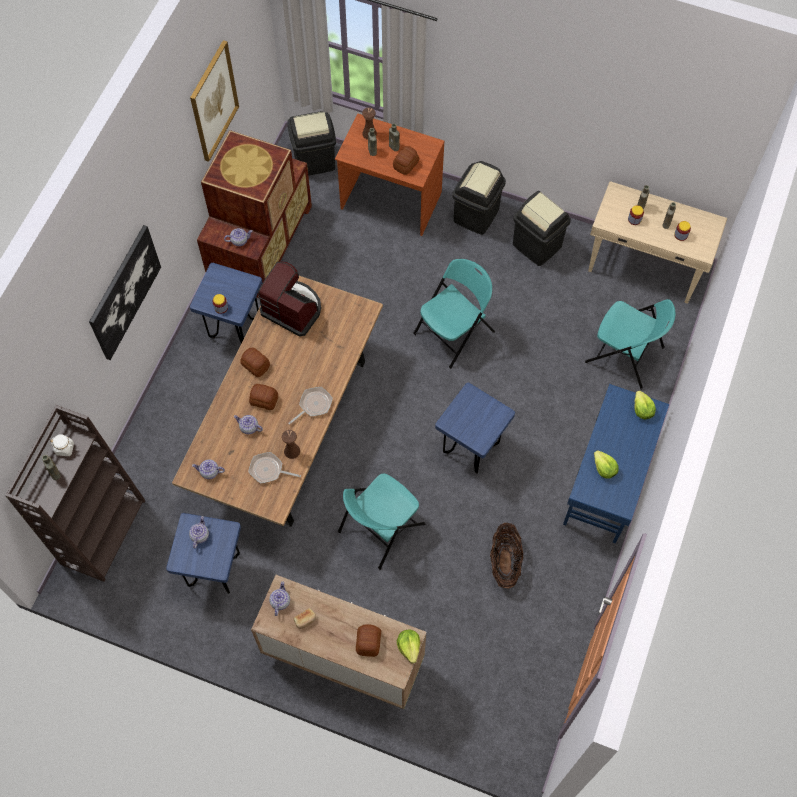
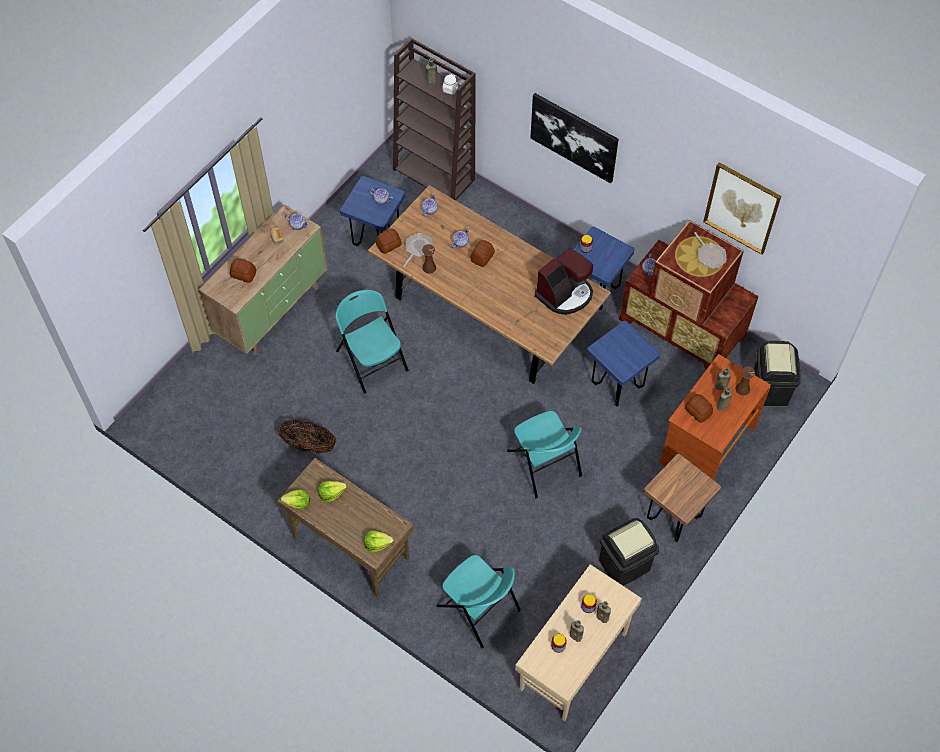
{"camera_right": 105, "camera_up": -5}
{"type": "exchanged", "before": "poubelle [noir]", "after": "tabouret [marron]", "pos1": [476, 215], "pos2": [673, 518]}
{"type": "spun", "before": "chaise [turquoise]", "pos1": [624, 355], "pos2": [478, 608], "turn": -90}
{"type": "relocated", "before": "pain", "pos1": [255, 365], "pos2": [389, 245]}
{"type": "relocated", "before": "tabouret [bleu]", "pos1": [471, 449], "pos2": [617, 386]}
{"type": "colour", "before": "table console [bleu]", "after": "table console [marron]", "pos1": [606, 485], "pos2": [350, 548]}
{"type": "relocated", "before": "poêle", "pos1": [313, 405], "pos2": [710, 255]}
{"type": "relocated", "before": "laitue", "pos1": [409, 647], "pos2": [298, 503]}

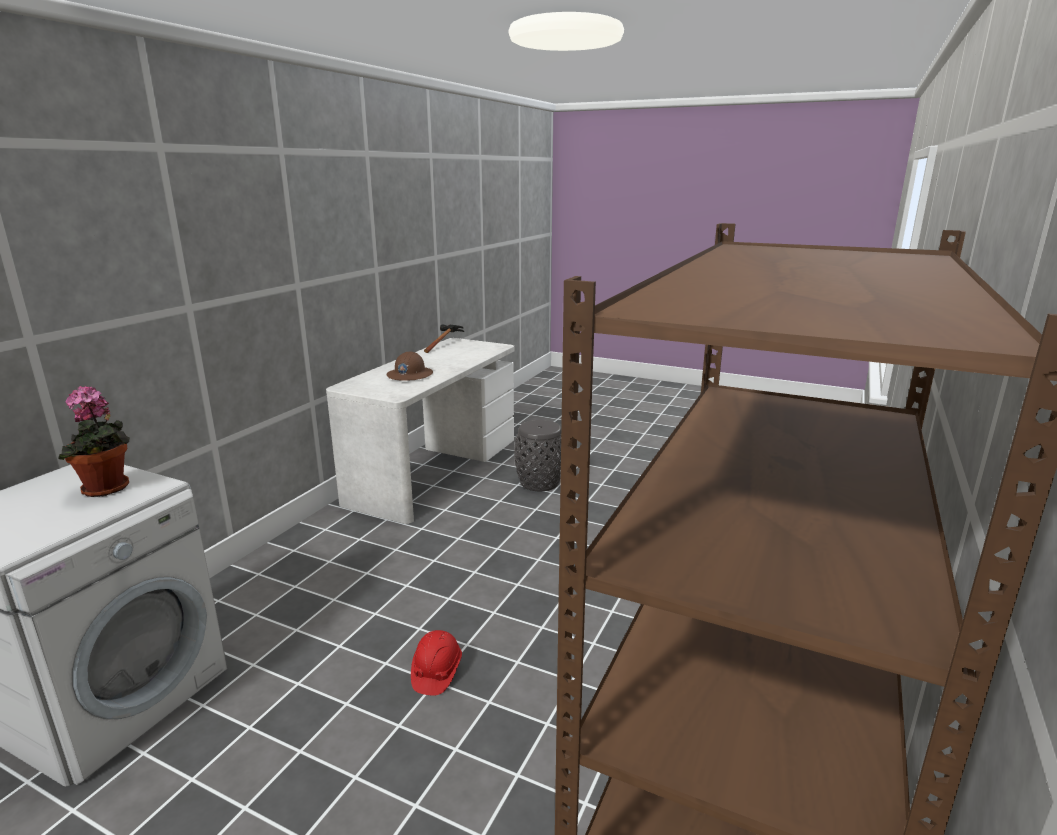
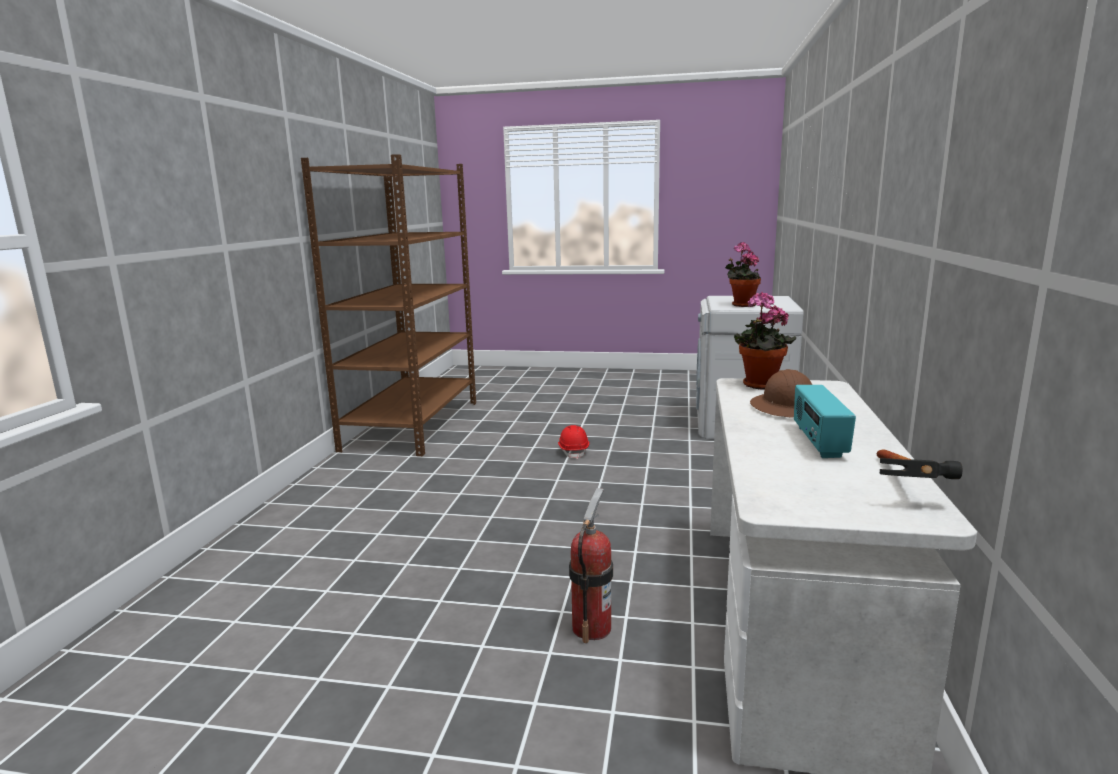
{"camera_right": 165, "camera_up": -5}
{"type": "exchanged", "before": "tabouret [gris]", "after": "extincteur", "pos1": [539, 483], "pos2": [591, 627]}
{"type": "appeared", "after": "plante en pot", "pos2": [759, 386]}
{"type": "appeared", "after": "radio", "pos2": [818, 442]}

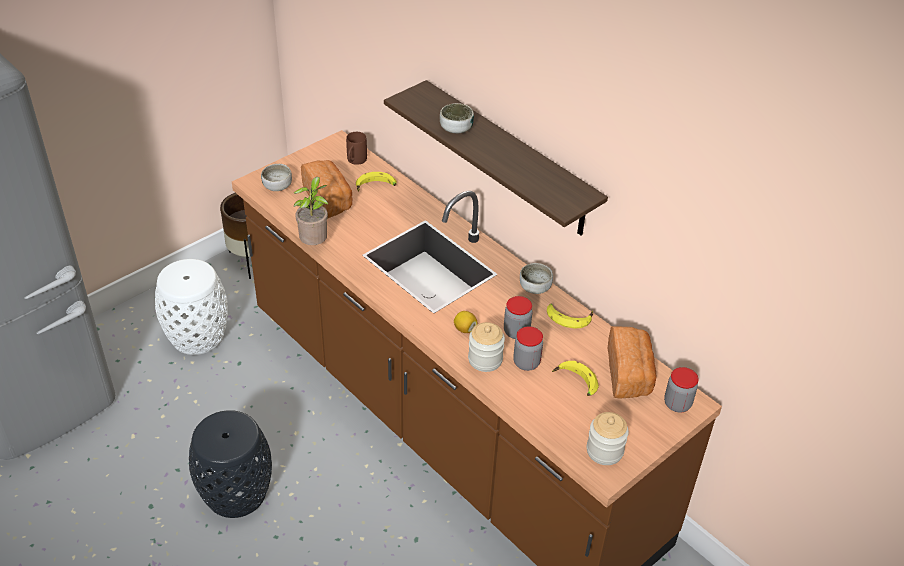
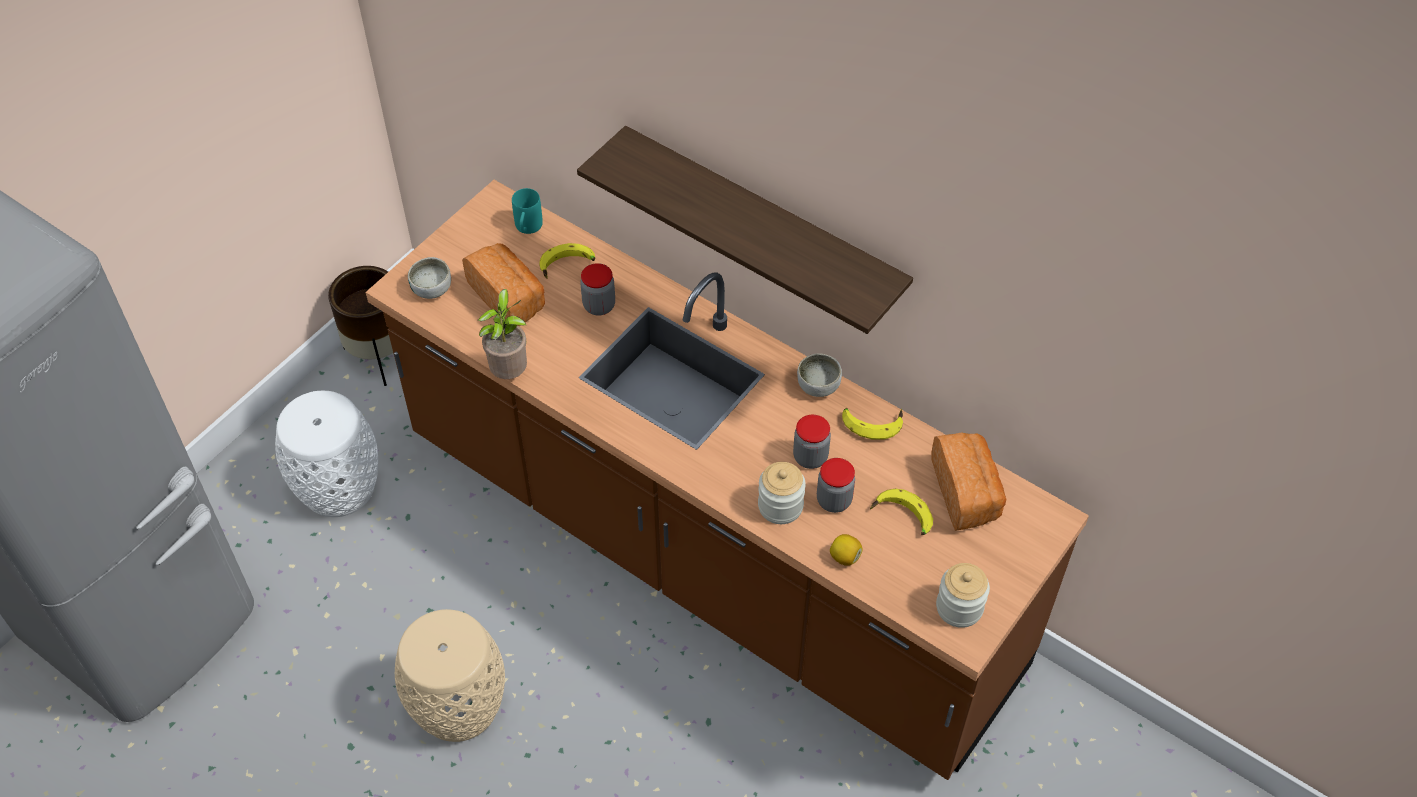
{"camera_right": -10, "camera_up": 10}
{"type": "missing", "before": "bol", "pos1": [456, 128]}
{"type": "colour", "before": "mug [marron]", "after": "mug [turquoise]", "pos1": [355, 161], "pos2": [527, 229]}
{"type": "relocated", "before": "citron", "pos1": [465, 329], "pos2": [845, 557]}
{"type": "relocated", "before": "bocal", "pos1": [677, 404], "pos2": [599, 306]}
{"type": "colour", "before": "tabouret [noir]", "after": "tabouret [beige]", "pos1": [236, 493], "pos2": [459, 705]}

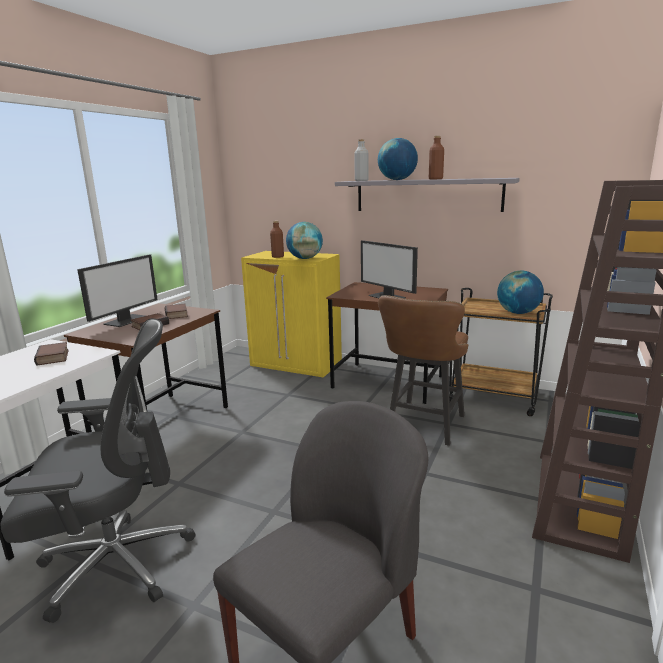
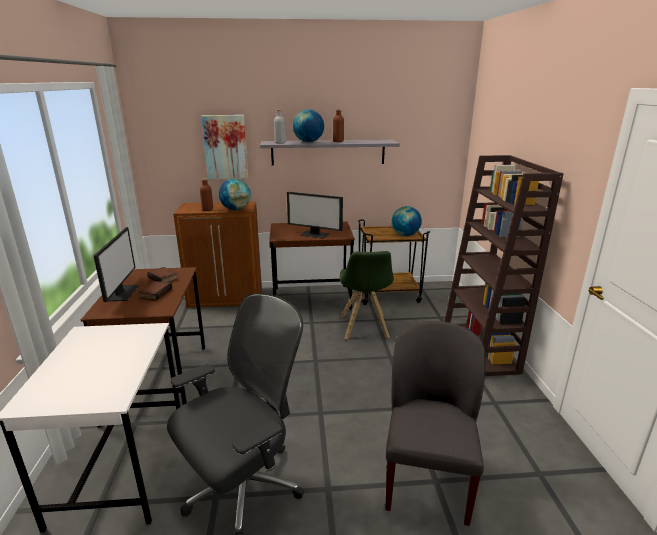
{"camera_right": -30, "camera_up": 5}
{"type": "colour", "before": "meuble de rangement [jaune]", "after": "meuble de rangement [marron]", "pos1": [296, 363], "pos2": [226, 297]}
{"type": "exchanged", "before": "tabouret [marron]", "after": "chaise [vert]", "pos1": [423, 428], "pos2": [364, 327]}
{"type": "missing", "before": "livre", "pos1": [54, 357]}
{"type": "appeared", "after": "tableau", "pos2": [225, 147]}

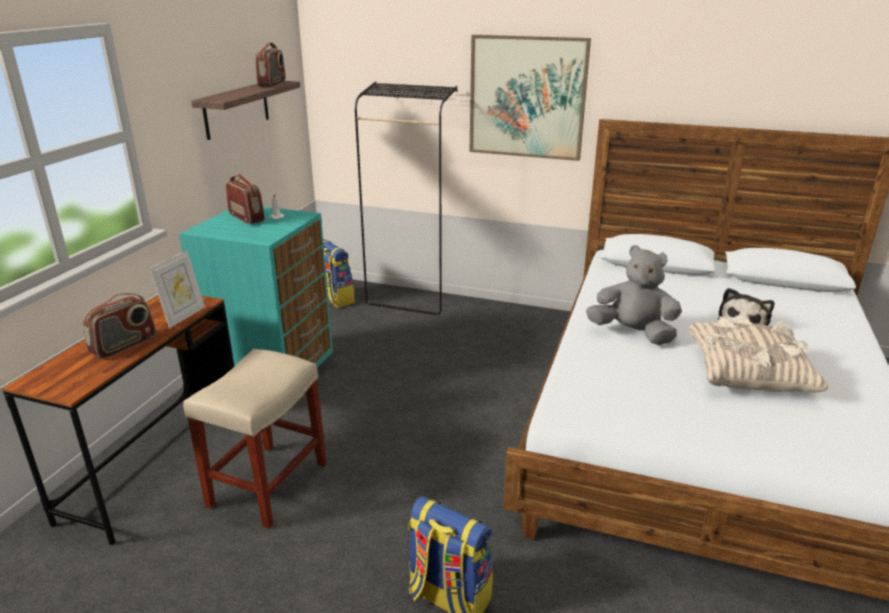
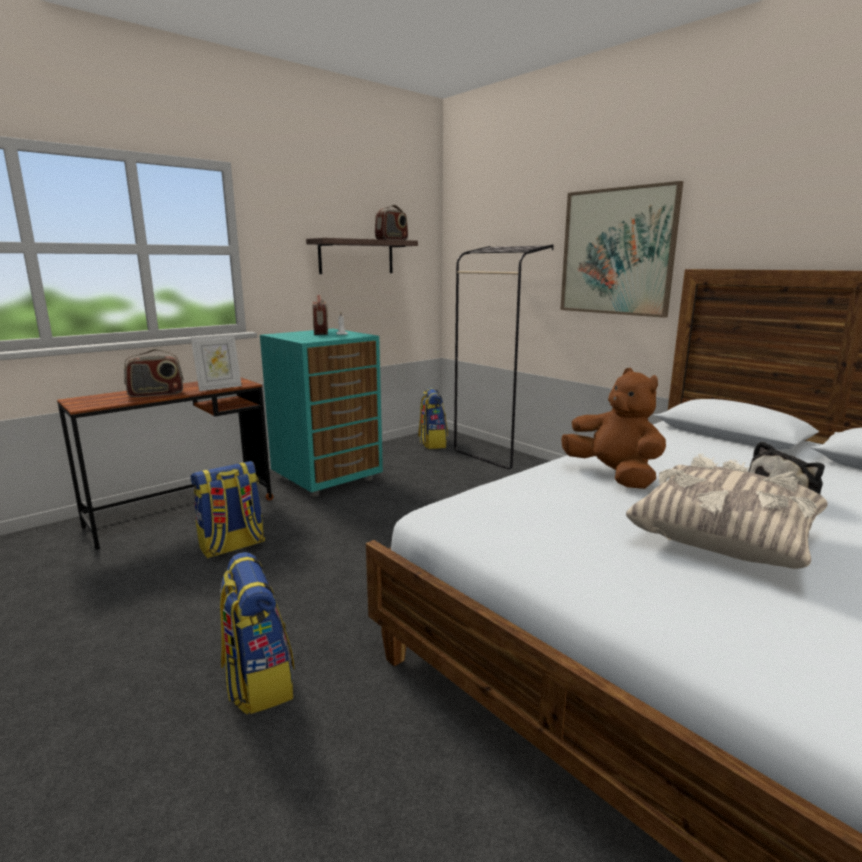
{"camera_right": 30, "camera_up": -10}
{"type": "colour", "before": "peluche [gris]", "after": "peluche [marron]", "pos1": [632, 333], "pos2": [613, 475]}
{"type": "exchanged", "before": "tabouret [beige]", "after": "sac à dos", "pos1": [267, 485], "pos2": [232, 546]}

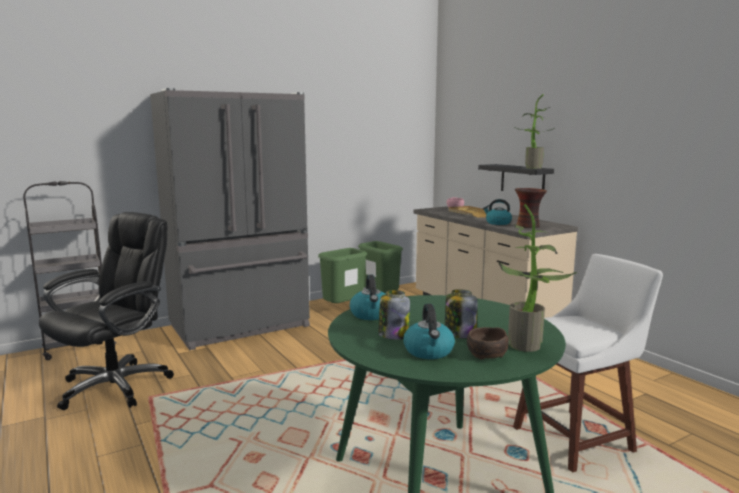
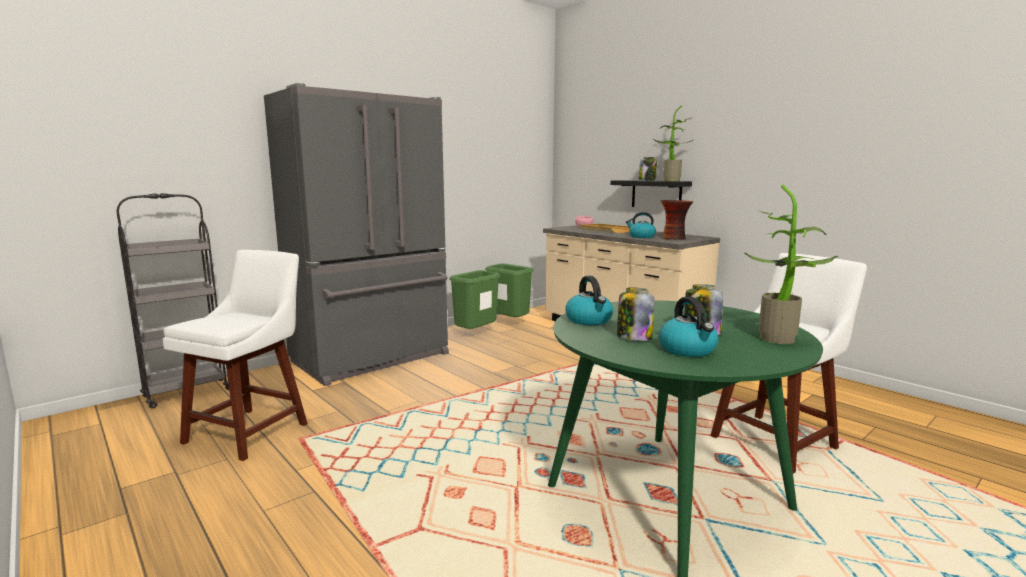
{"camera_right": -10, "camera_up": 0}
{"type": "exchanged", "before": "chaise de bureau [noir]", "after": "tabouret [blanc]", "pos1": [115, 386], "pos2": [251, 431]}
{"type": "missing", "before": "bol [marron]", "pos1": [486, 355]}
{"type": "appeared", "after": "bocal", "pos2": [647, 180]}

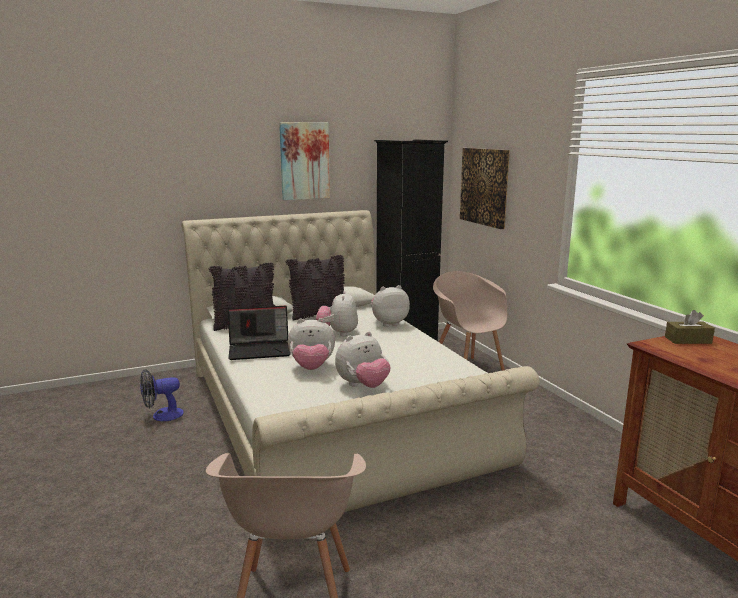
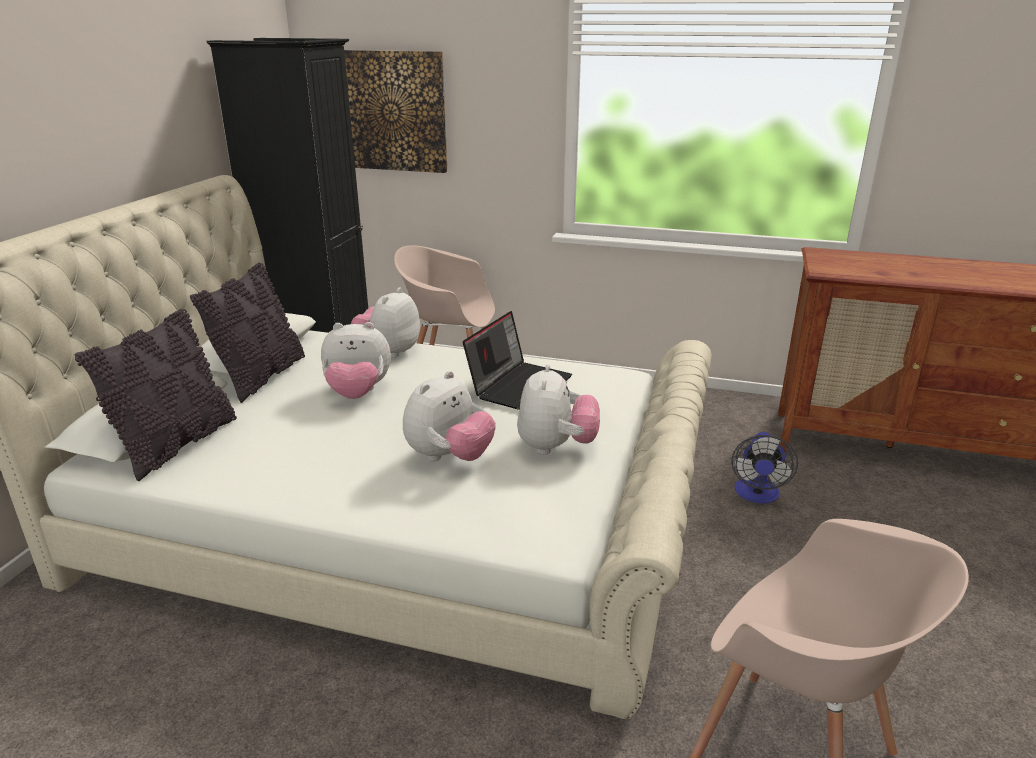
{"camera_right": -50, "camera_up": 10}
{"type": "missing", "before": "tableau", "pos1": [304, 161]}
{"type": "spun", "before": "peluche", "pos1": [338, 333], "pos2": [358, 393], "turn": -45}
{"type": "relocated", "before": "ordinateur portable", "pos1": [260, 349], "pos2": [519, 385]}
{"type": "missing", "before": "boîte à mouchoirs [marron]", "pos1": [688, 340]}
{"type": "relocated", "before": "ventilateur", "pos1": [162, 415], "pos2": [757, 495]}

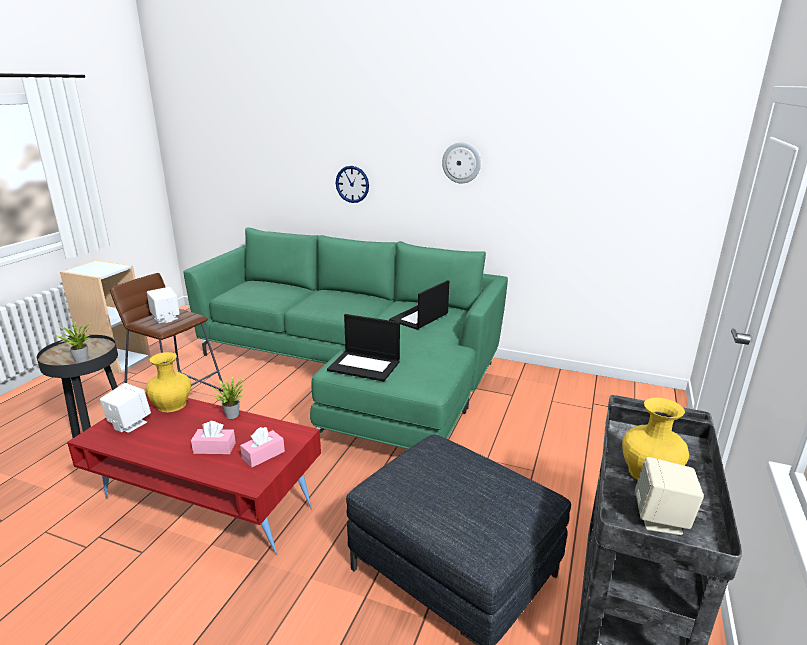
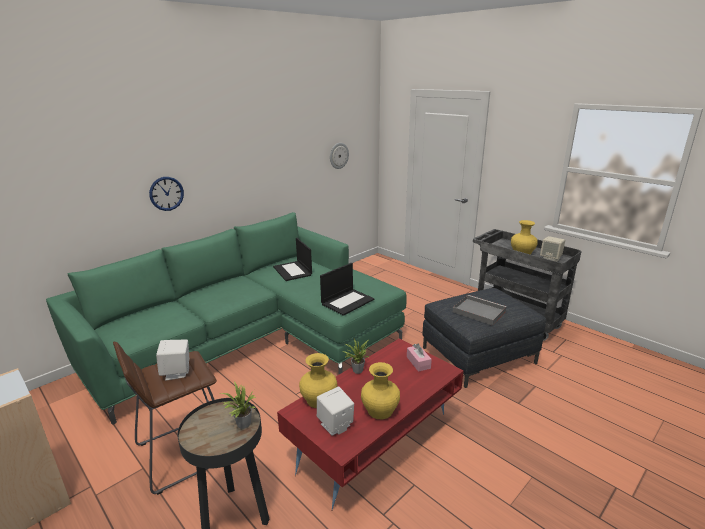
{"camera_right": -65, "camera_up": 0}
{"type": "relocated", "before": "horloge murale", "pos1": [461, 163], "pos2": [338, 155]}
{"type": "missing", "before": "boîte à mouchoirs [rose]", "pos1": [214, 448]}
{"type": "appeared", "after": "plateau [gris]", "pos2": [478, 311]}
{"type": "appeared", "after": "vase [jaune]", "pos2": [380, 410]}

